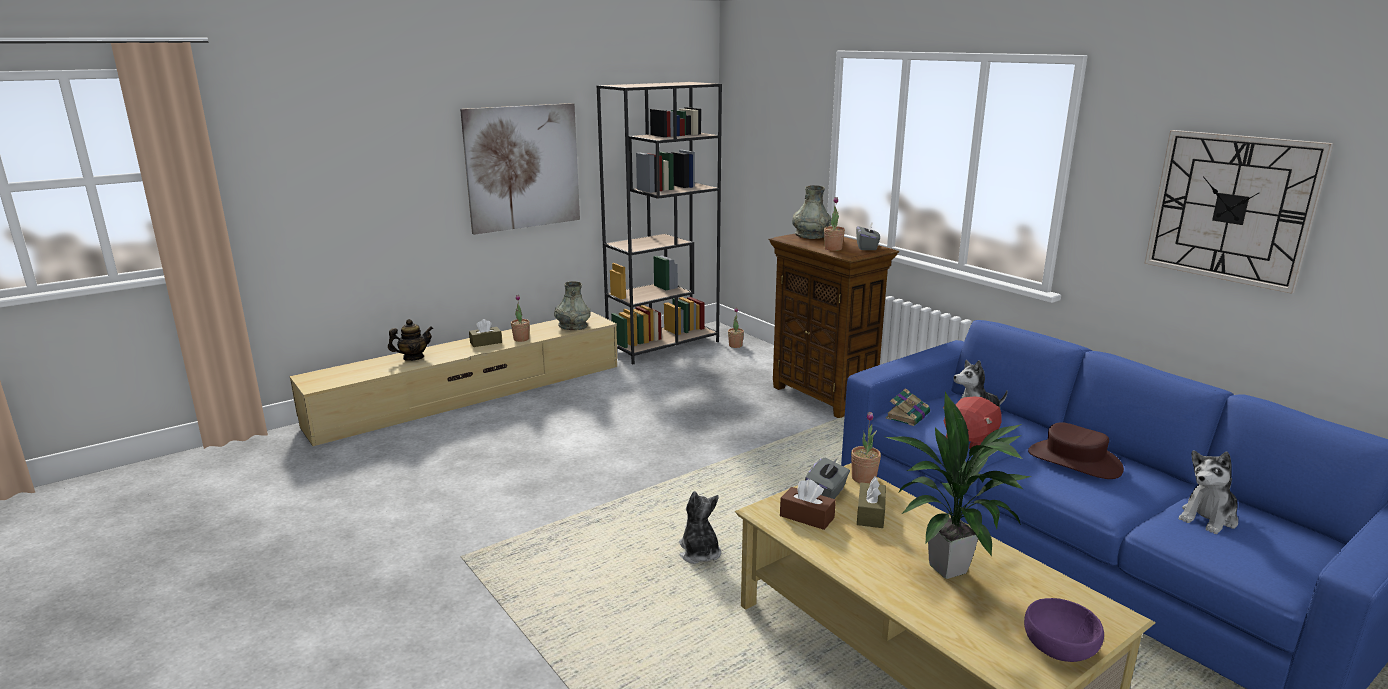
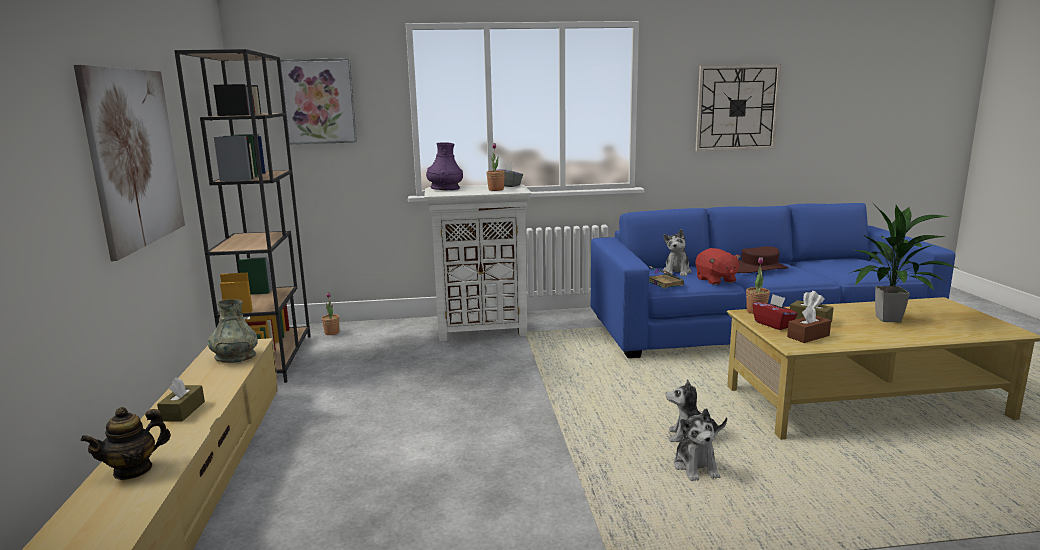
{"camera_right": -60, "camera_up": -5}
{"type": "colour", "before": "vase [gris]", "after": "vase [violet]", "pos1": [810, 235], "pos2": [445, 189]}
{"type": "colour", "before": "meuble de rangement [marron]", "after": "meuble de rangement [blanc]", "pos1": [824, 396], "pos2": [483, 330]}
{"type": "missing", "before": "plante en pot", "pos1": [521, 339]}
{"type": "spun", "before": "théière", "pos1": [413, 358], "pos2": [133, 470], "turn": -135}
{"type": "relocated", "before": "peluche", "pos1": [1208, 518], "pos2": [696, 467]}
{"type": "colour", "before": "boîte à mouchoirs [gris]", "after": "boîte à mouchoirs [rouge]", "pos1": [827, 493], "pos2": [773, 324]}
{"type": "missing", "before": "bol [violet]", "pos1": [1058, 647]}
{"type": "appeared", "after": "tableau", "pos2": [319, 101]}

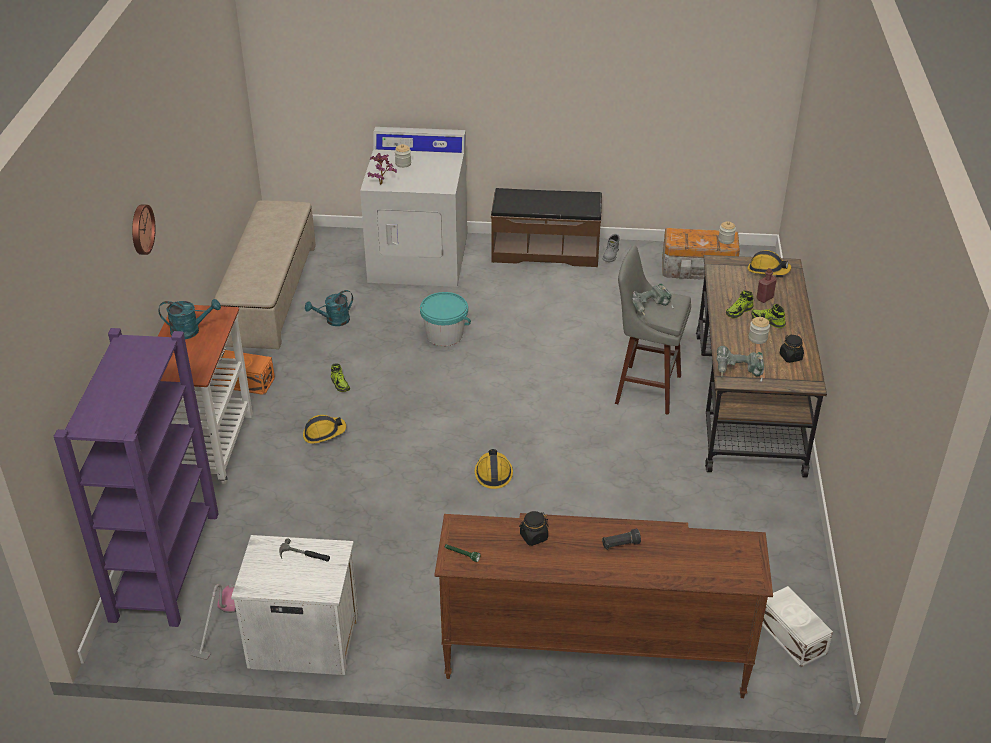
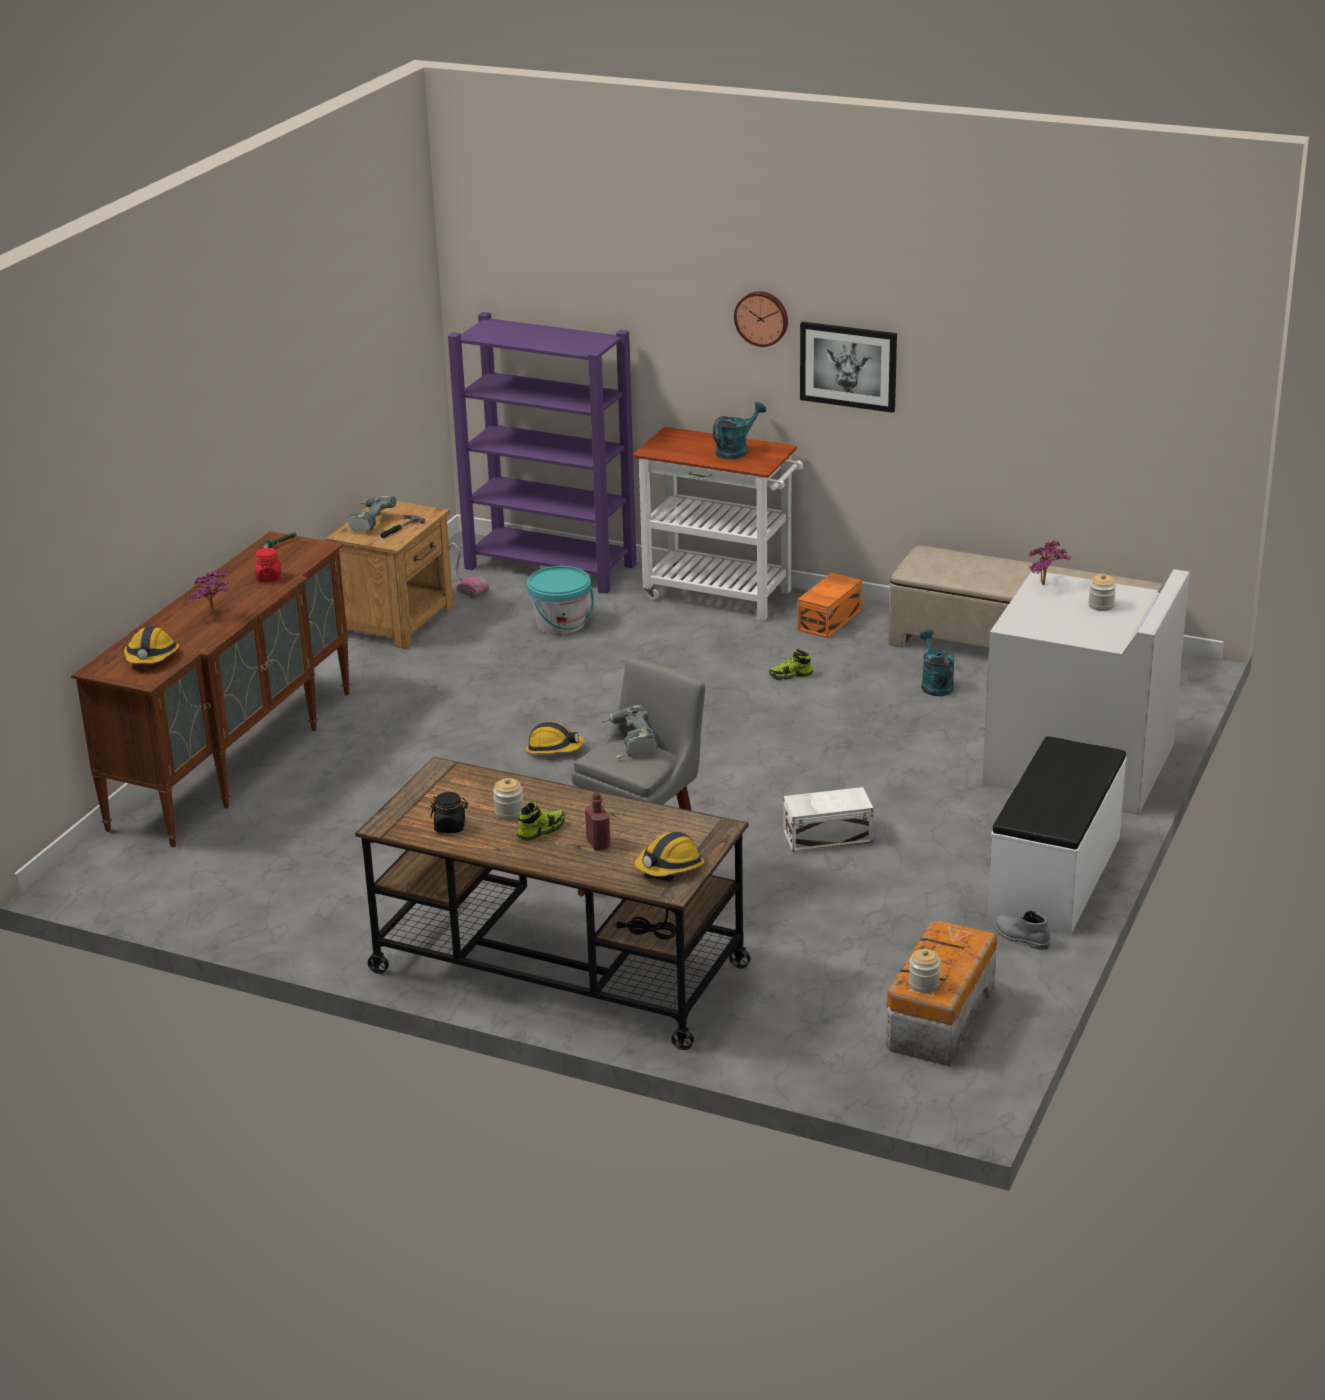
{"camera_right": 110, "camera_up": -10}
{"type": "colour", "before": "banc [marron]", "after": "banc [blanc]", "pos1": [545, 251], "pos2": [1057, 876]}
{"type": "missing", "before": "chaussure", "pos1": [739, 311]}
{"type": "relocated", "before": "seau [turquoise]", "pos1": [444, 335], "pos2": [561, 624]}
{"type": "spun", "before": "arrosoir [turquoise]", "pos1": [190, 331], "pos2": [736, 451], "turn": -150}
{"type": "relocated", "before": "perceuse", "pos1": [738, 372], "pos2": [368, 523]}
{"type": "relocated", "before": "casque de chantier", "pos1": [324, 433], "pos2": [152, 657]}
{"type": "colour", "before": "bocal [noir]", "after": "bocal [rouge]", "pos1": [533, 537], "pos2": [268, 577]}
{"type": "exchanged", "before": "lampe de poche [noir]", "after": "plante en pot", "pos1": [620, 545], "pos2": [214, 615]}
{"type": "colour", "before": "table de chevet [blanc]", "after": "table de chevet [marron]", "pos1": [302, 639], "pos2": [397, 620]}
{"type": "relocated", "before": "boîte de rangement [blanc]", "pos1": [791, 638], "pos2": [826, 836]}
{"type": "appeared", "after": "tableau", "pos2": [848, 366]}

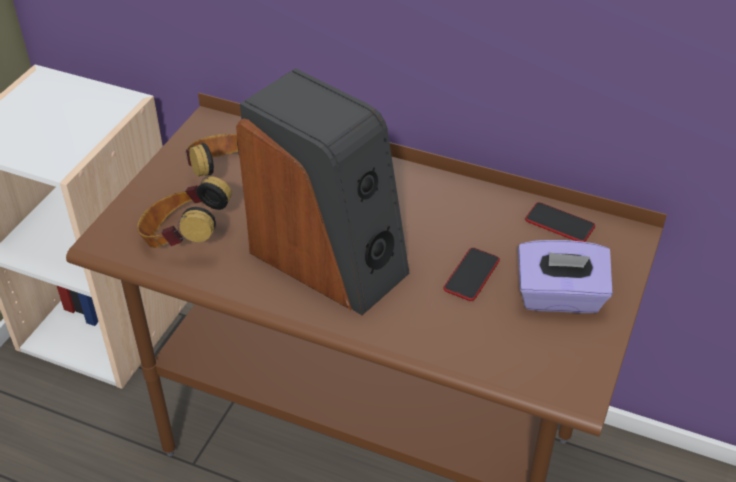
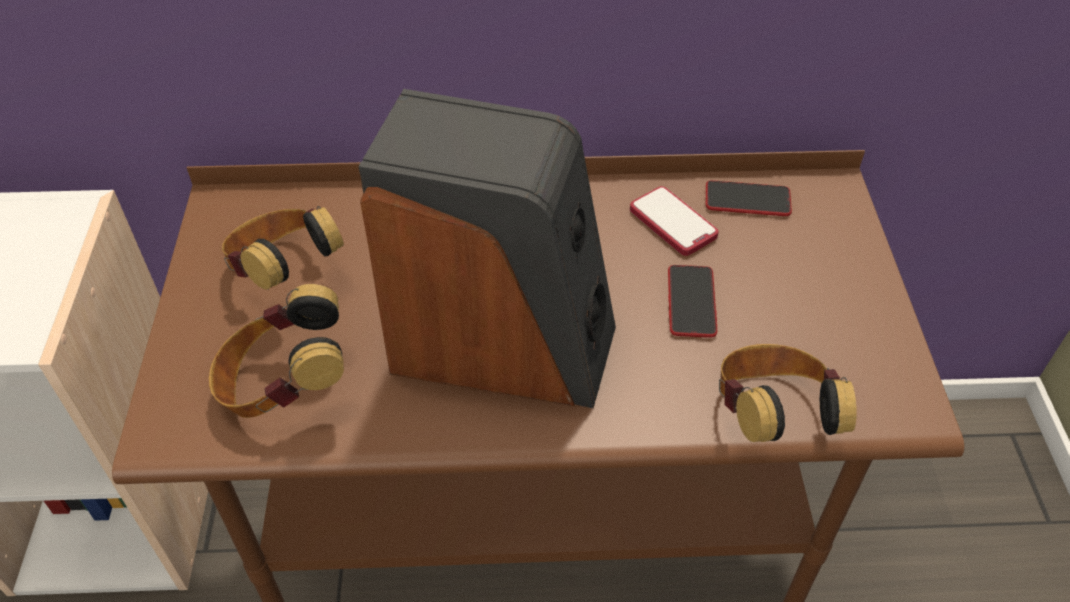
{"camera_right": -25, "camera_up": 5}
{"type": "missing", "before": "boîte à mouchoirs [violet]", "pos1": [559, 297]}
{"type": "appeared", "after": "téléphone", "pos2": [673, 223]}
{"type": "appeared", "after": "casque audio", "pos2": [771, 417]}

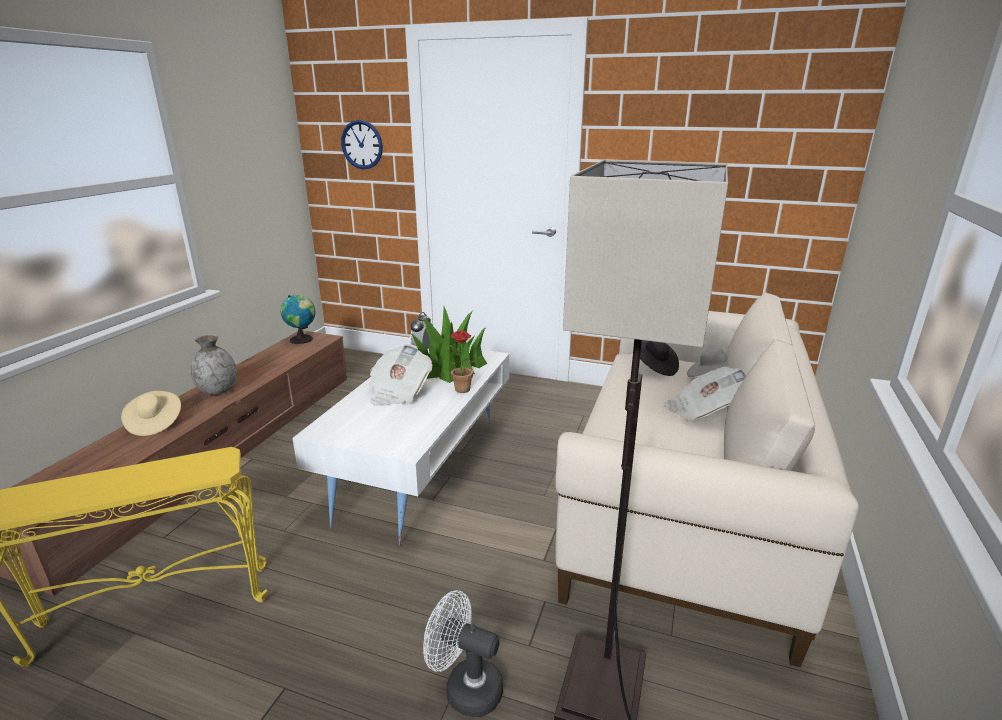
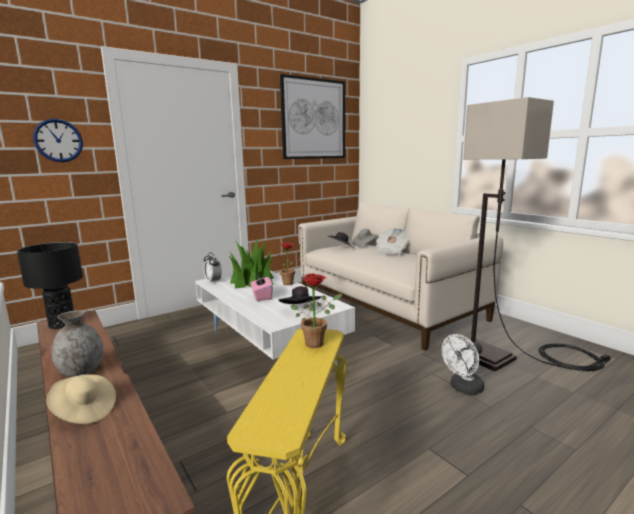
{"camera_right": -55, "camera_up": -10}
{"type": "exchanged", "before": "globe", "after": "lampe de table [noir]", "pos1": [303, 339], "pos2": [62, 323]}
{"type": "exchanged", "before": "journal", "after": "boîte à mouchoirs [rose]", "pos1": [398, 392], "pos2": [261, 296]}
{"type": "appeared", "after": "tableau", "pos2": [313, 119]}
{"type": "appeared", "after": "plante en pot", "pos2": [317, 342]}
{"type": "appeared", "after": "chapeau [noir]", "pos2": [301, 310]}

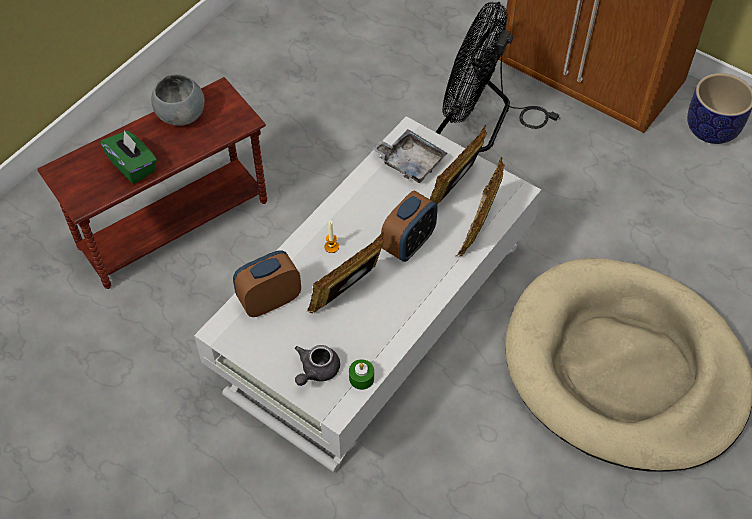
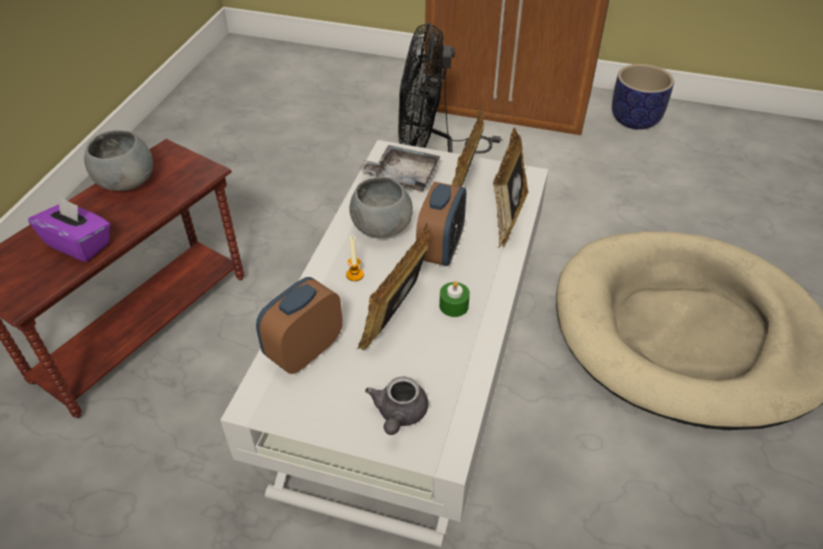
{"camera_right": -20, "camera_up": -10}
{"type": "colour", "before": "boîte à mouchoirs [vert]", "after": "boîte à mouchoirs [violet]", "pos1": [133, 166], "pos2": [79, 244]}
{"type": "relocated", "before": "bougie [vert]", "pos1": [361, 378], "pos2": [453, 306]}
{"type": "appeared", "after": "bol [gris]", "pos2": [381, 227]}

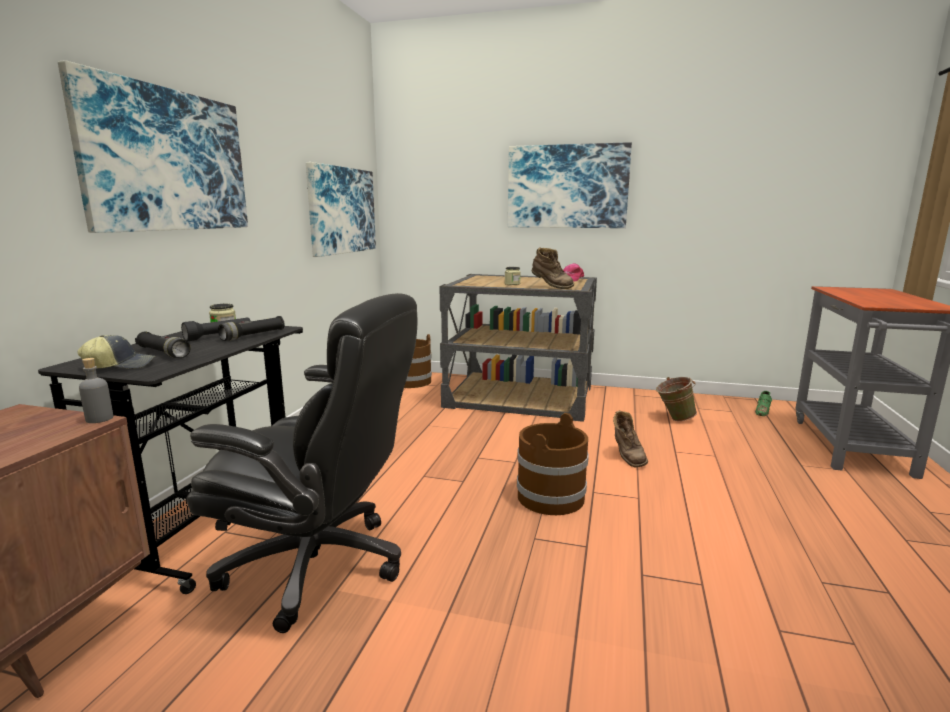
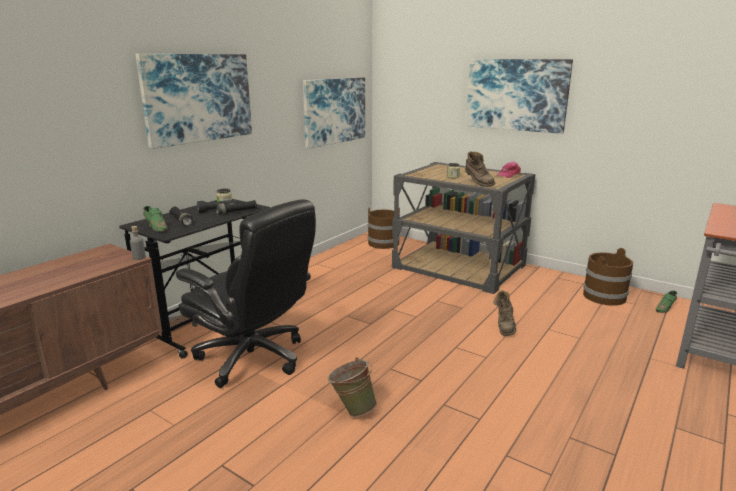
{"camera_right": 20, "camera_up": 5}
{"type": "exchanged", "before": "casquette", "after": "chaussure [vert]", "pos1": [121, 366], "pos2": [156, 228]}
{"type": "relocated", "before": "seau [vert]", "pos1": [673, 419], "pos2": [352, 409]}
{"type": "relocated", "before": "seau [marron]", "pos1": [550, 497], "pos2": [604, 296]}

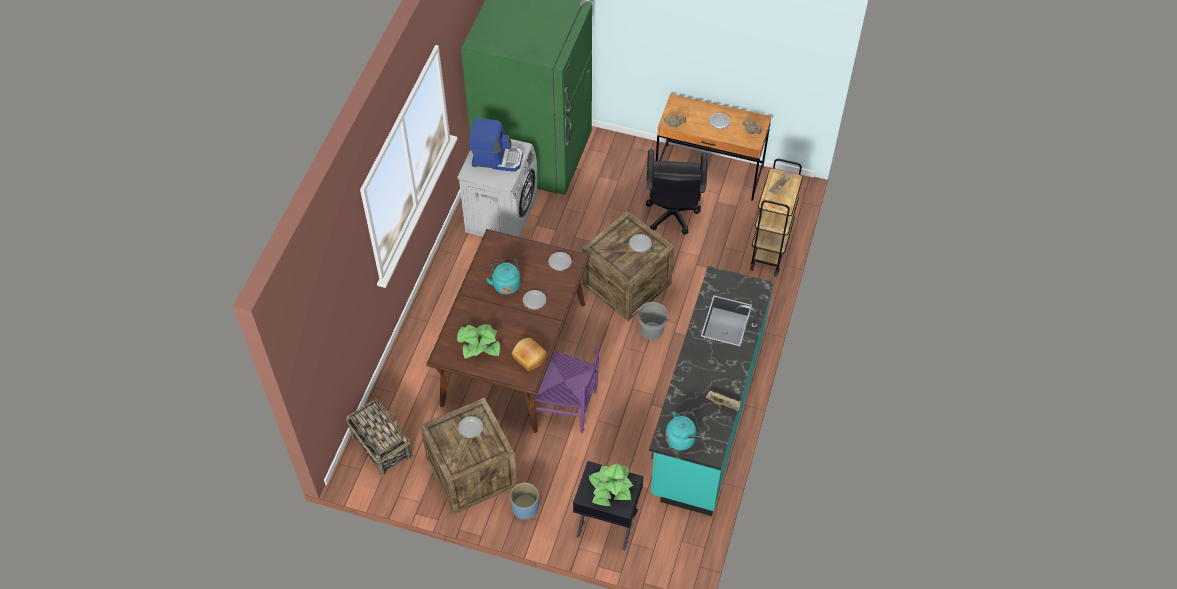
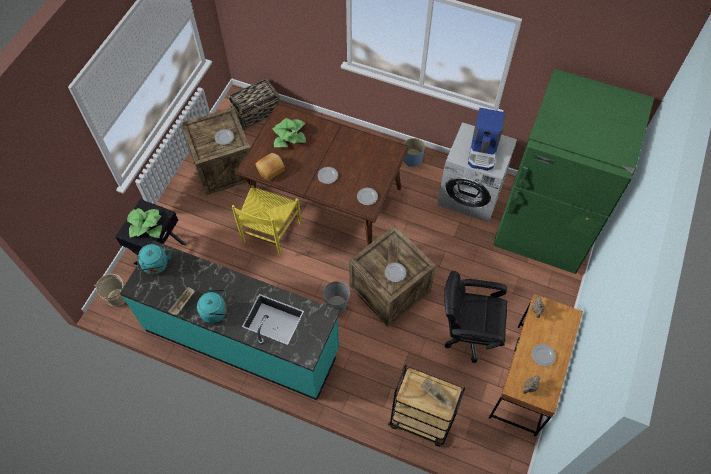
{"camera_right": 95, "camera_up": 5}
{"type": "relocated", "before": "bouilloire [turquoise]", "pos1": [506, 284], "pos2": [216, 311]}
{"type": "colour", "before": "chaise [violet]", "after": "chaise [jaune]", "pos1": [566, 406], "pos2": [270, 232]}
{"type": "relocated", "before": "cache-pot [bleu]", "pos1": [525, 508], "pos2": [412, 159]}
{"type": "appeared", "after": "seau [beige]", "pos2": [117, 297]}

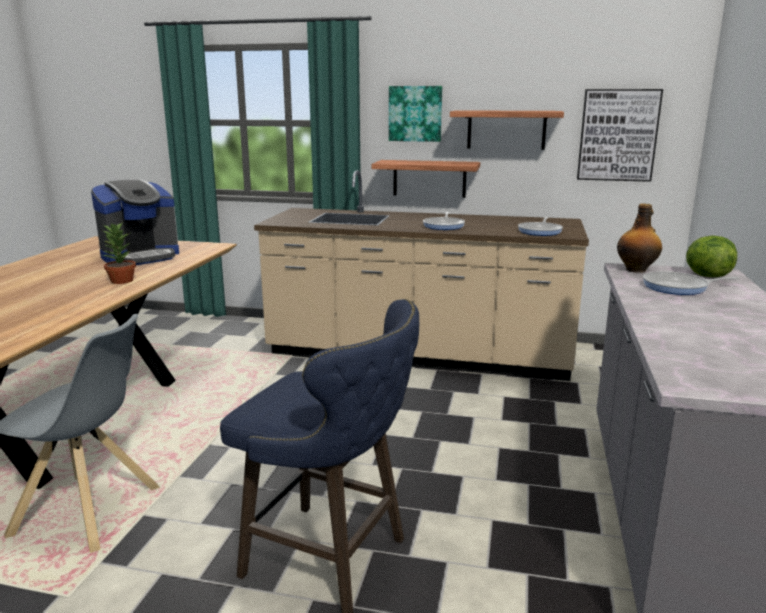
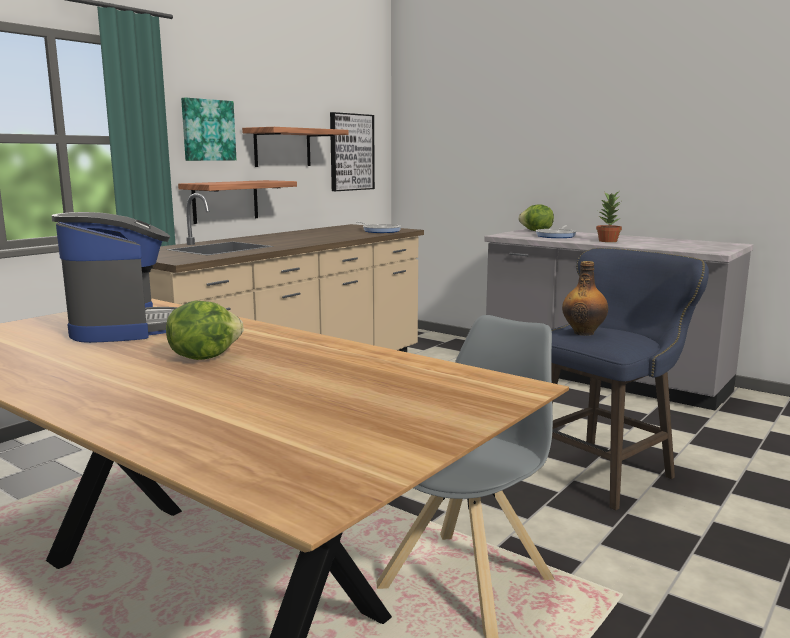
{"camera_right": -65, "camera_up": -5}
{"type": "relocated", "before": "bouteille", "pos1": [636, 270], "pos2": [584, 332]}
{"type": "missing", "before": "poêle", "pos1": [444, 226]}
{"type": "relocated", "before": "plante en pot", "pos1": [121, 281], "pos2": [608, 241]}
{"type": "appeared", "after": "laitue", "pos2": [203, 357]}

